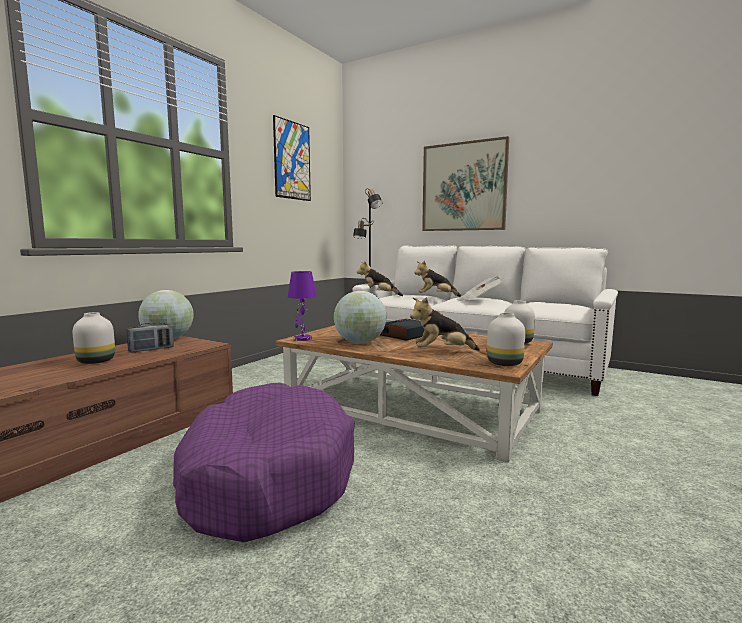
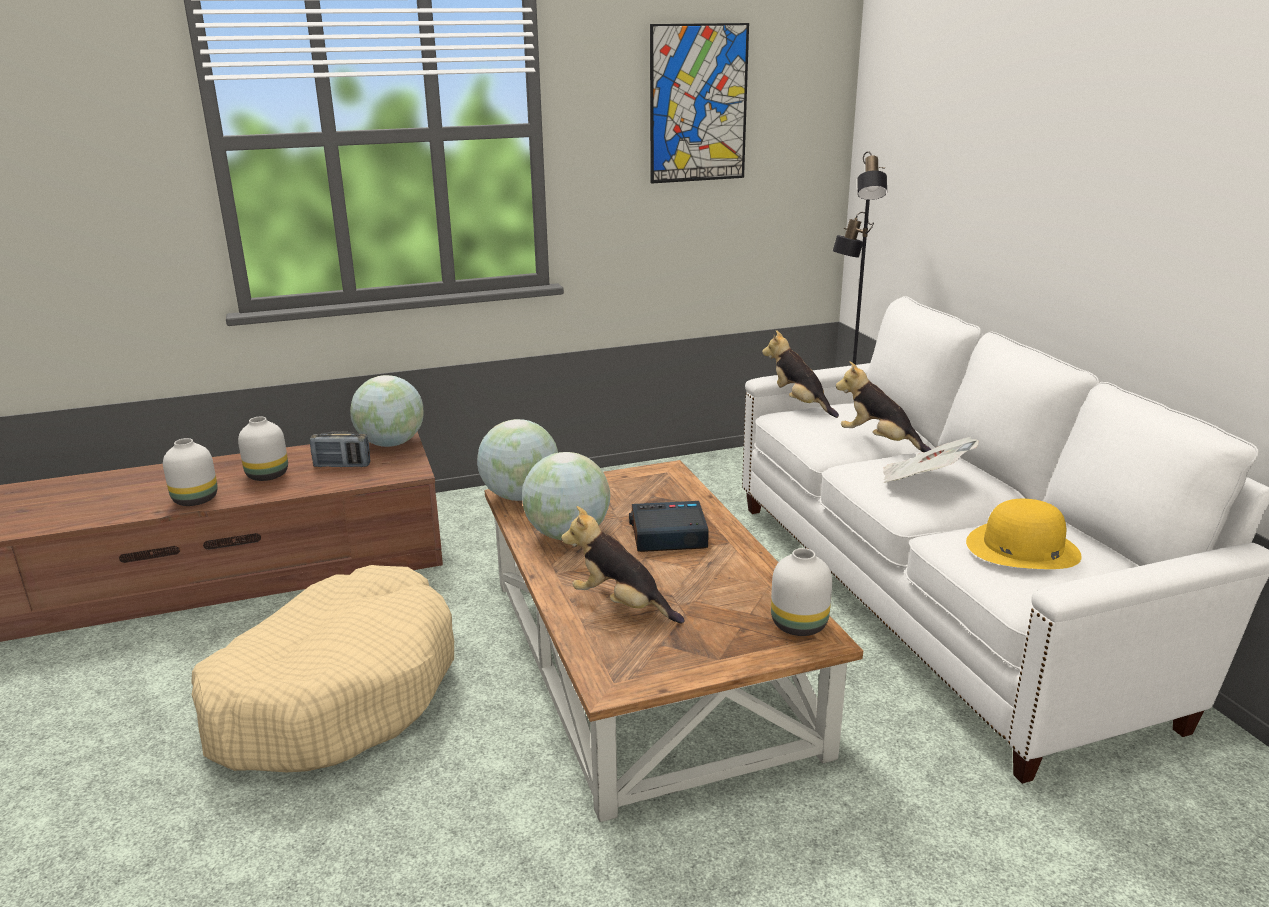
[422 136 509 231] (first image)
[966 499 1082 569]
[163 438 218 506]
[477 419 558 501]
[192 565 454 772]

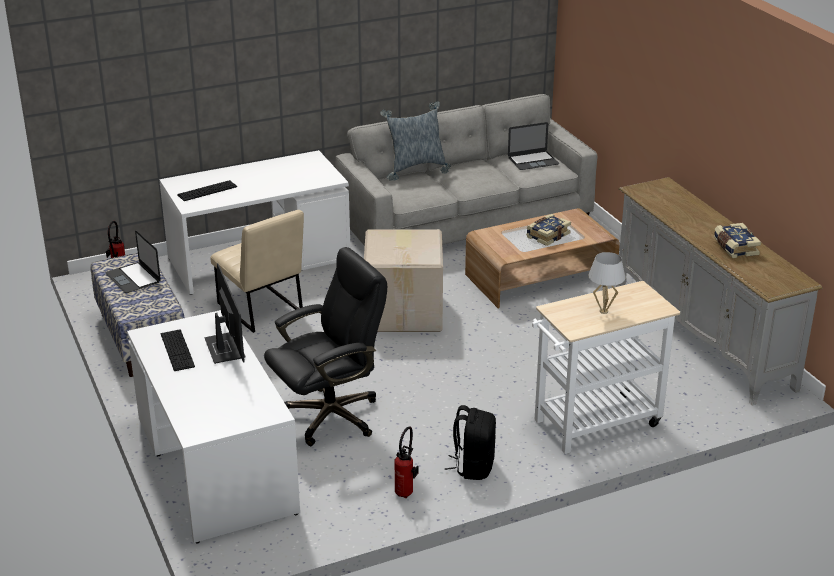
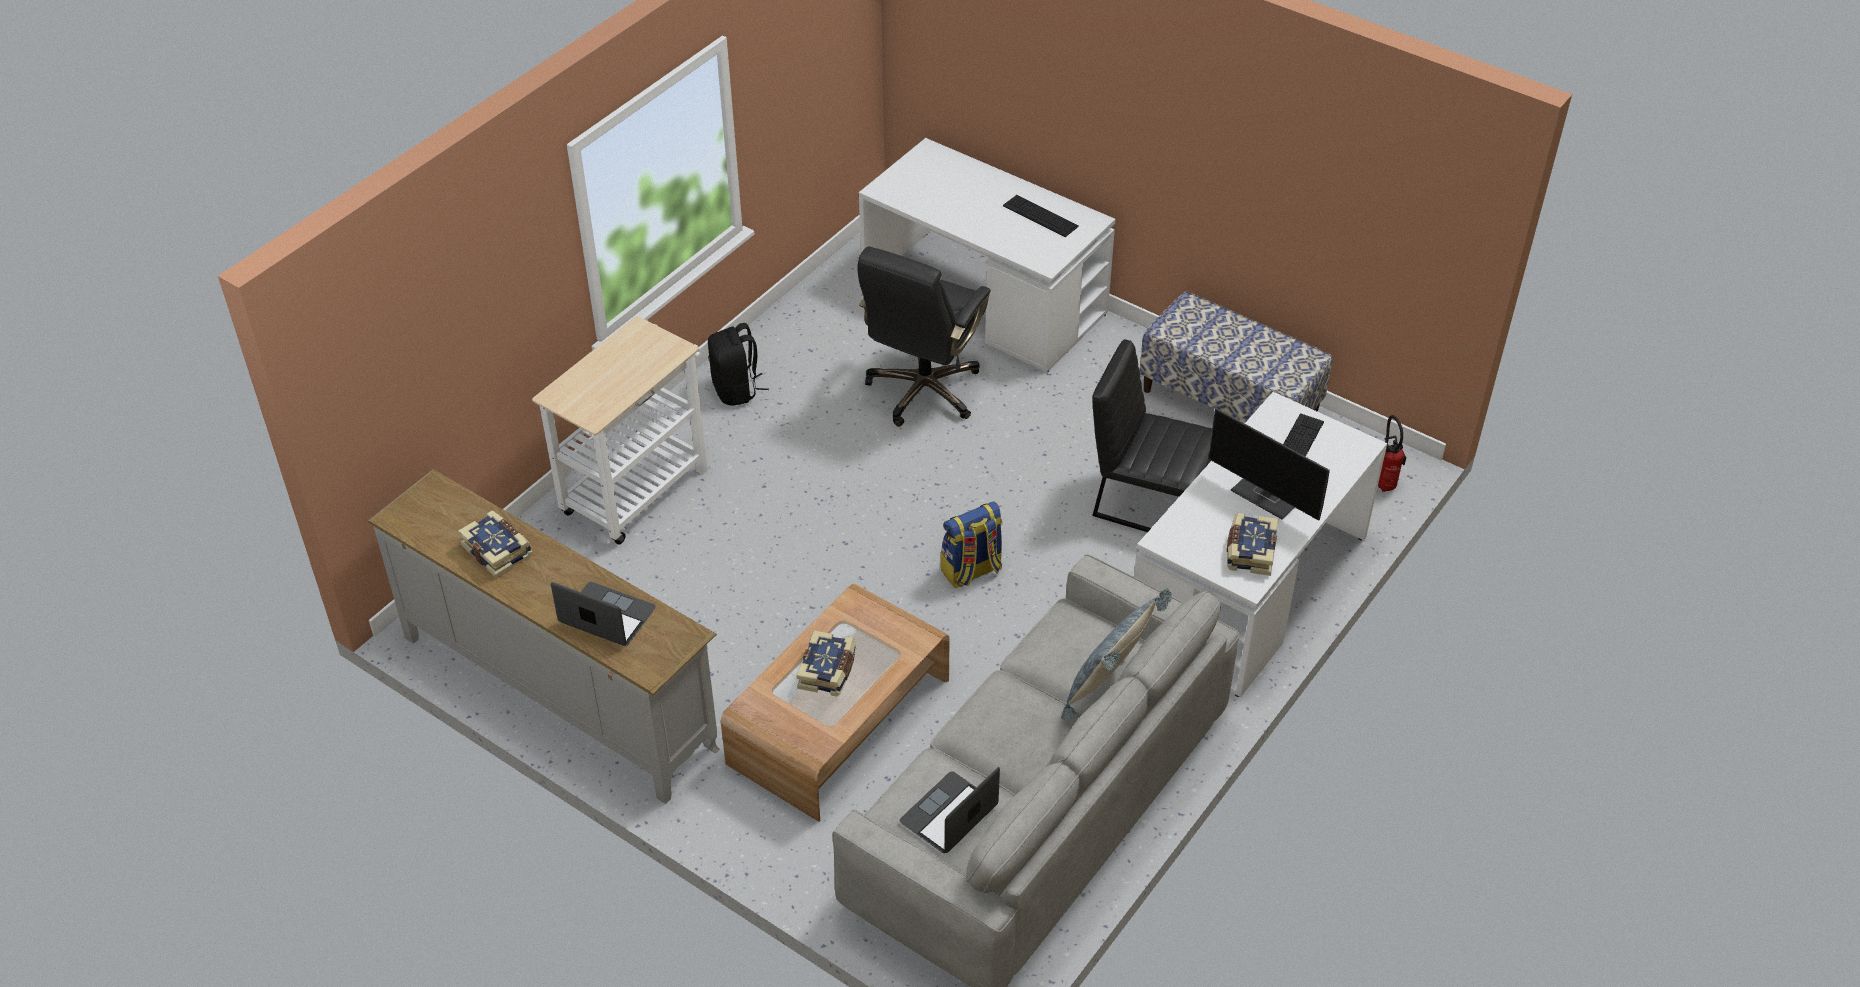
[394 426 419 498] (first image)
[588 252 625 314] (first image)
[1227 513 1278 576]
[551 582 656 646]
[1208 408 1330 521]
[941 502 1003 588]
[1092 339 1212 532]

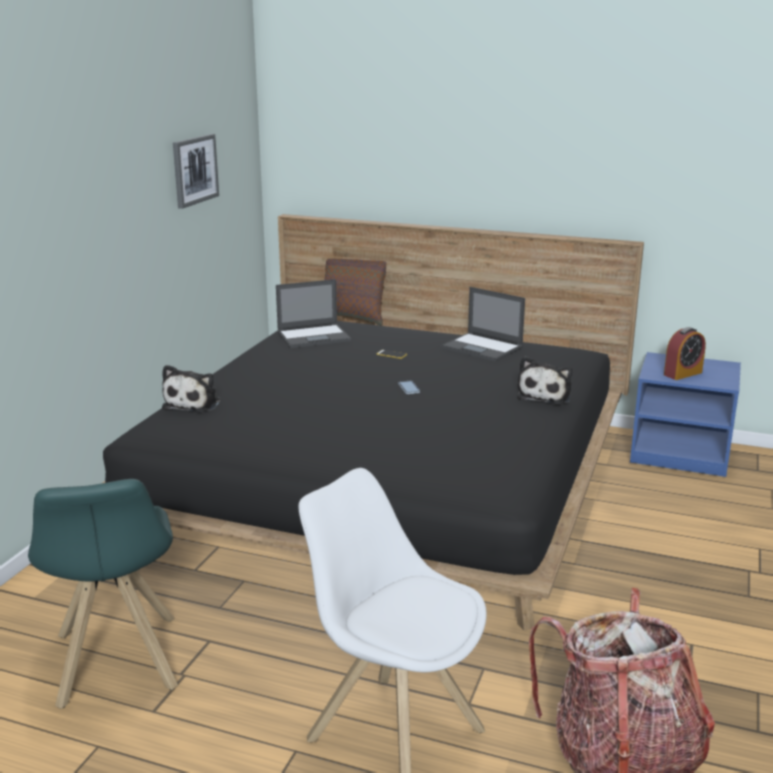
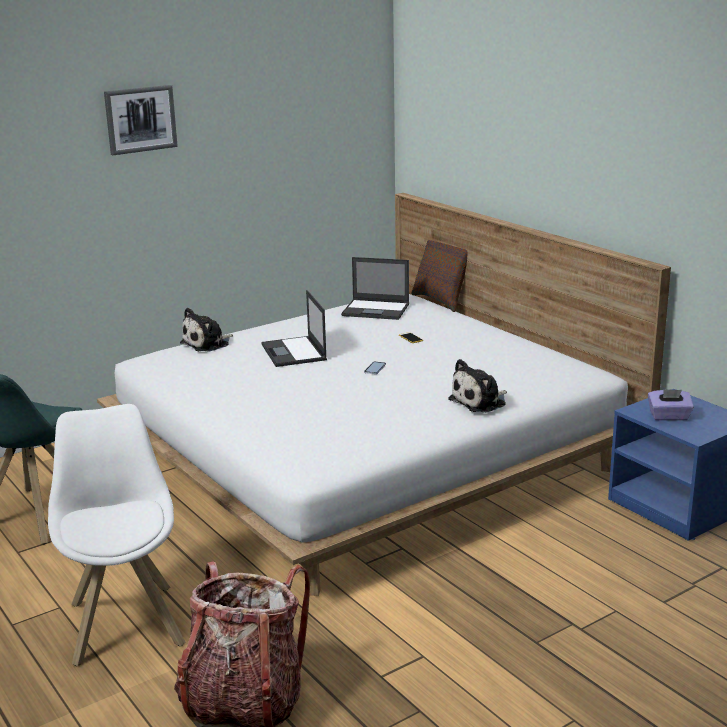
[104 85 178 155]
[261 290 327 367]
[648 389 694 421]
[97 193 671 596]

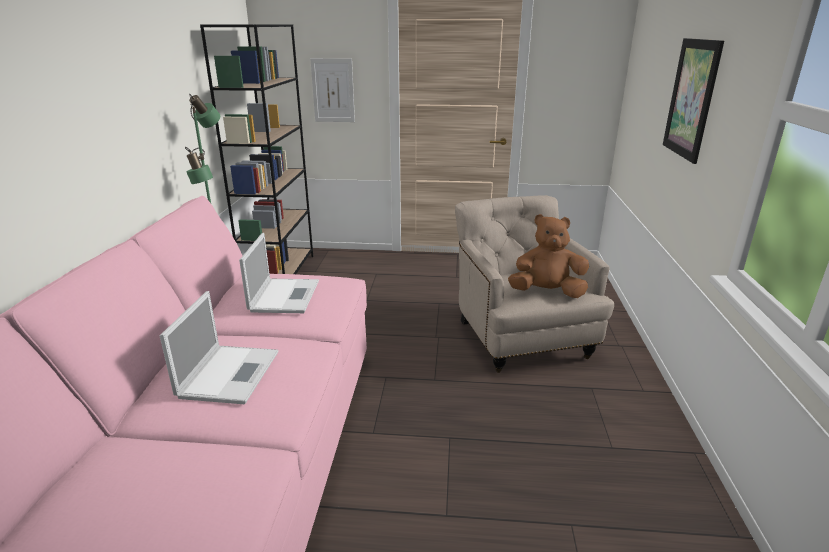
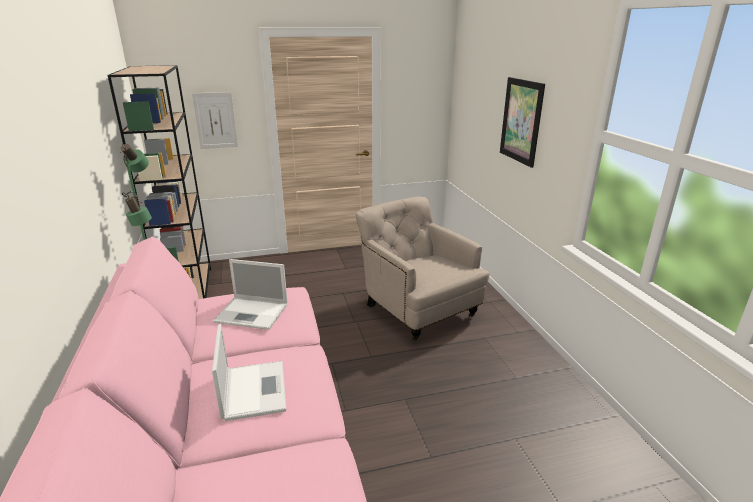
[508 214 589 298] (first image)
[213 259 287 330]

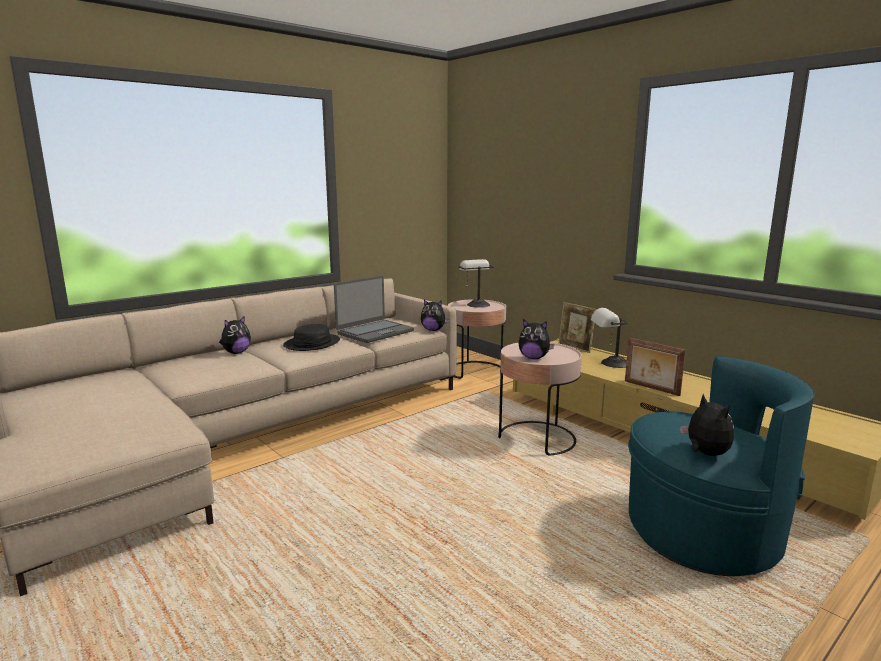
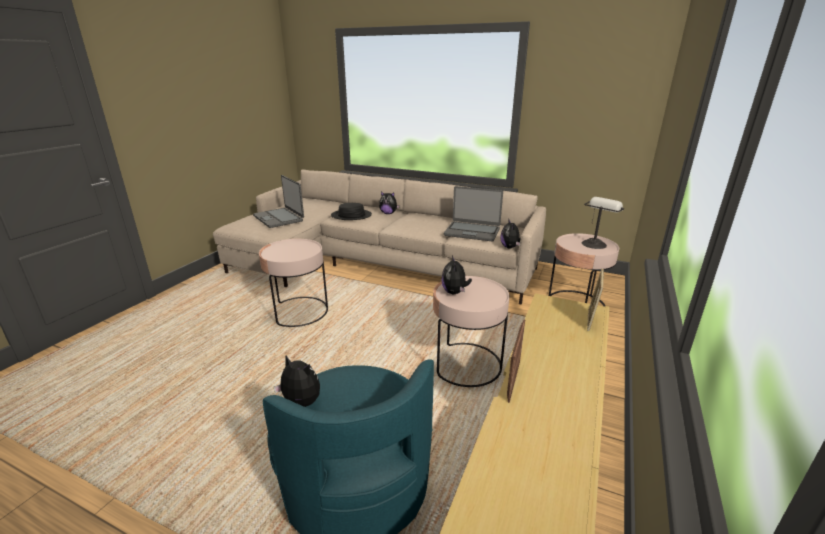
[591 308 628 368] (first image)
[253 175 304 228]
[259 239 328 327]
[331 203 372 220]
[274 356 320 407]

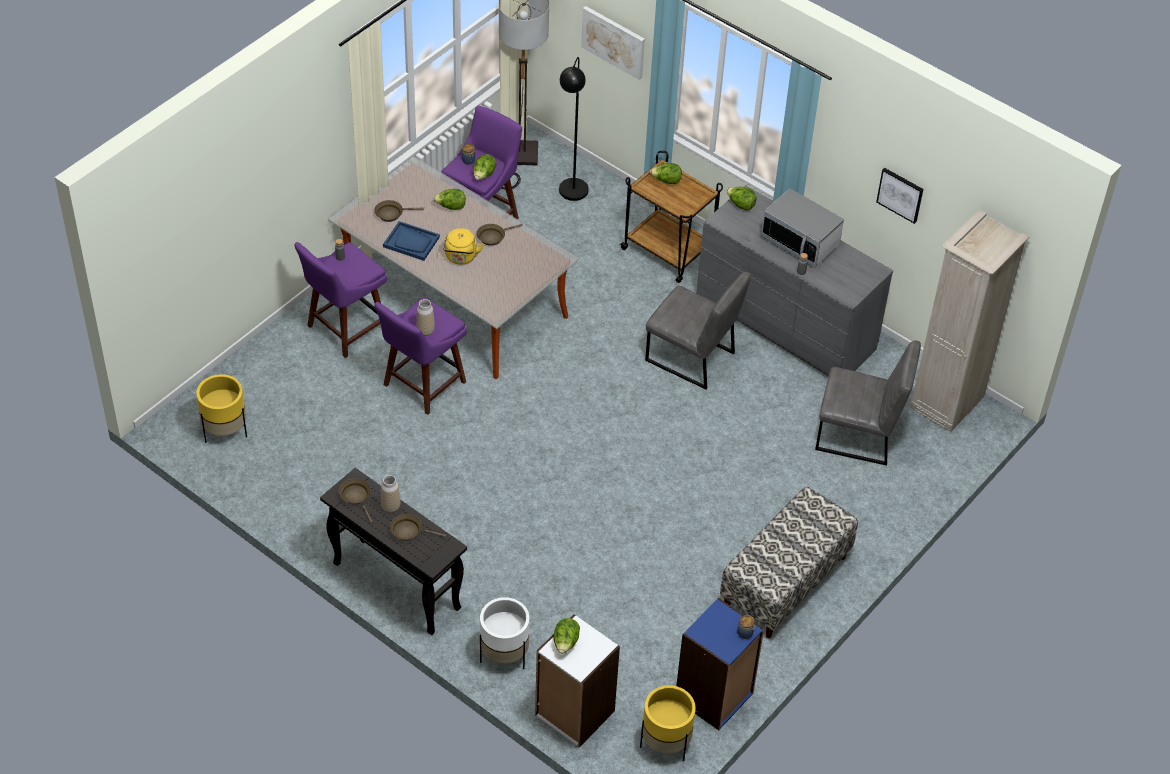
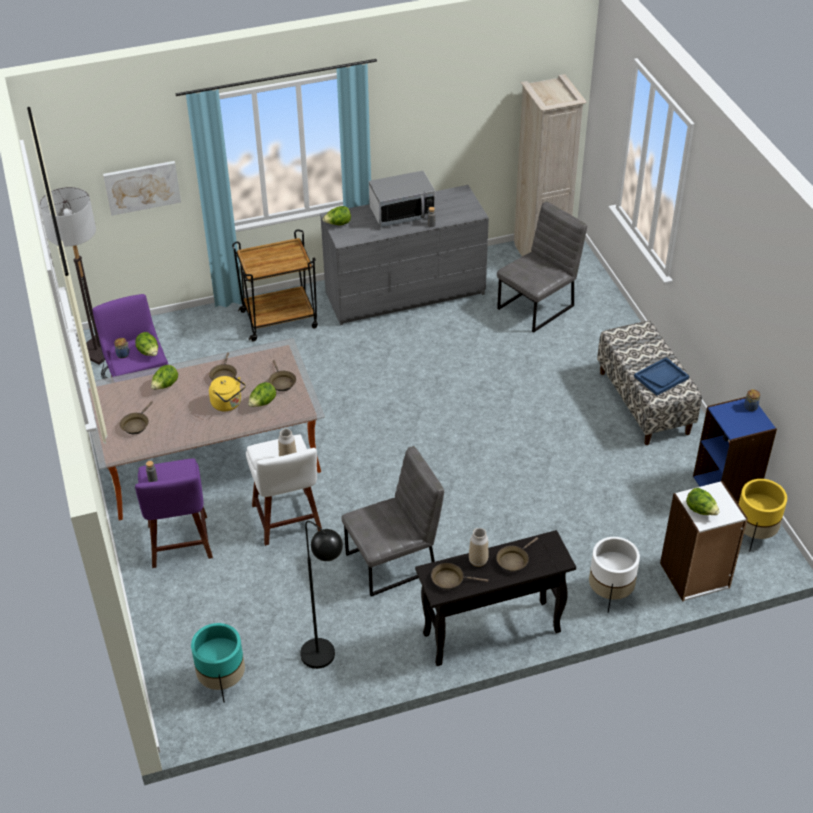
[876 168 923 224] (first image)
[269 360 296 391]
[634 357 689 396]
[300 521 343 669]
[341 446 444 596]
[248 382 276 407]
[191 623 245 703]
[246 435 322 546]

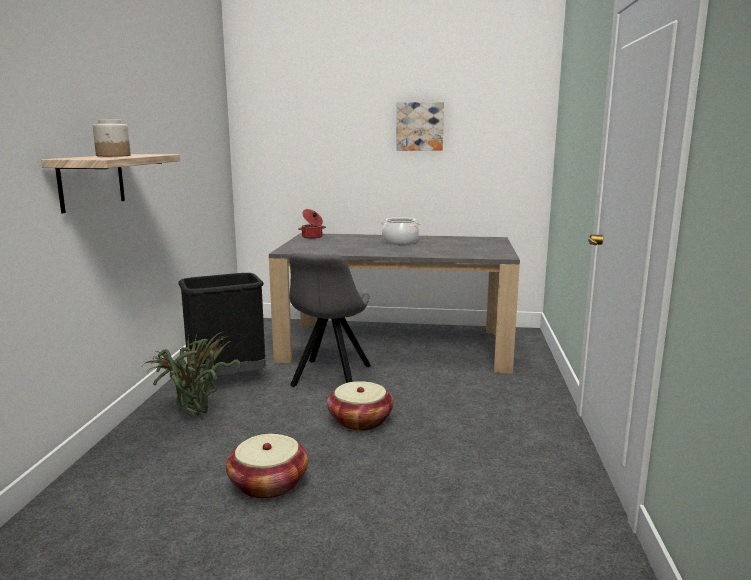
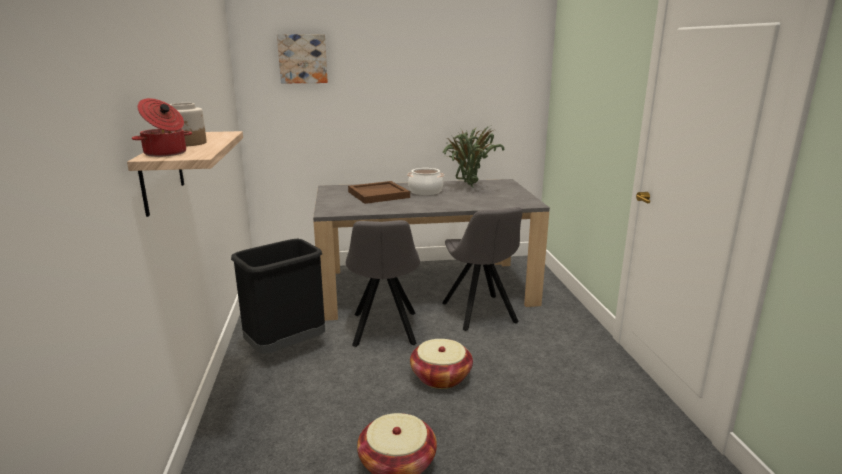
[348 181 410 204]
[442 207 523 331]
[443 125 504 188]
[132 98 192 157]
[277 34 328 83]

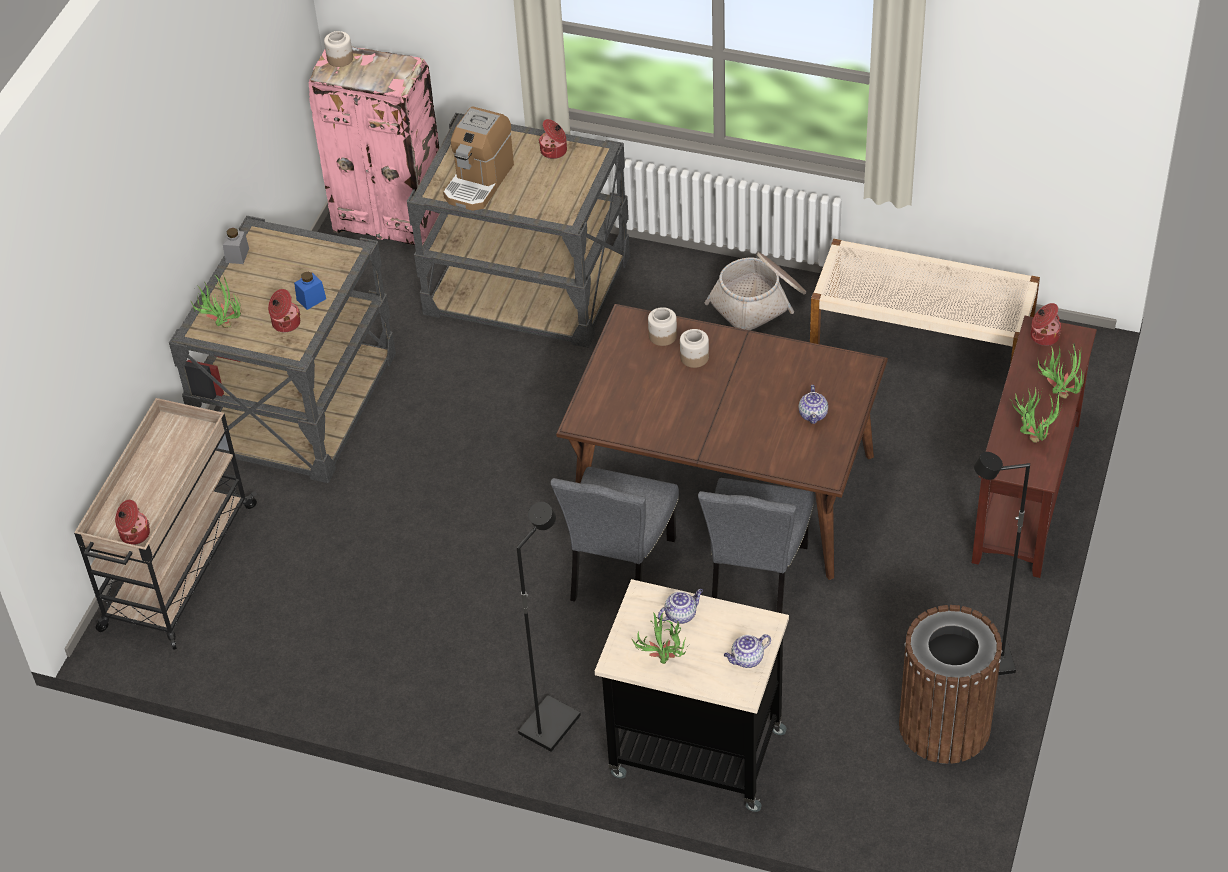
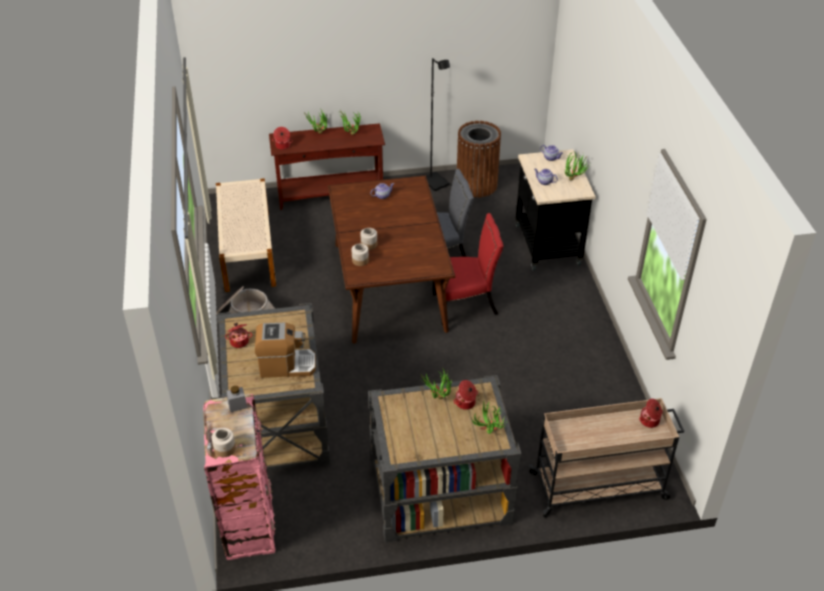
[516 502 581 752] (first image)
[226 386 248 412]
[420 369 452 399]
[433 213 504 326]

